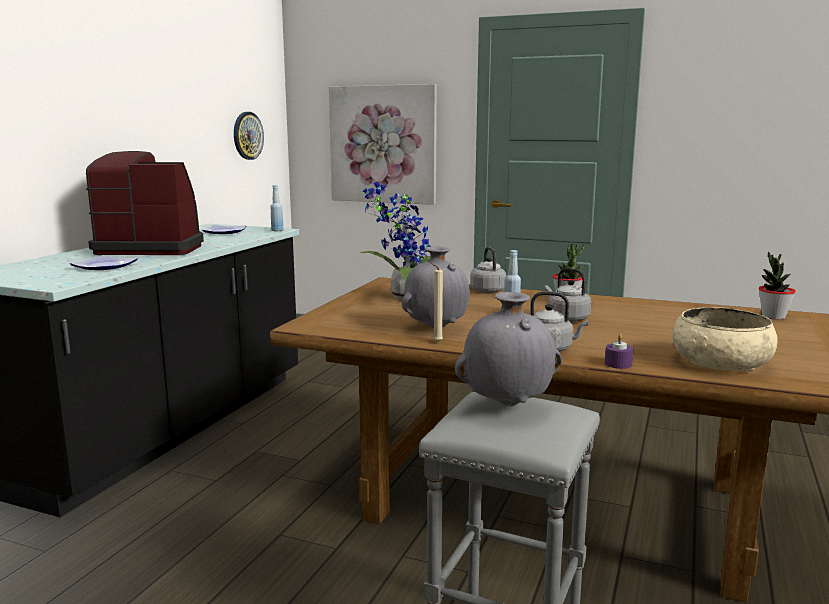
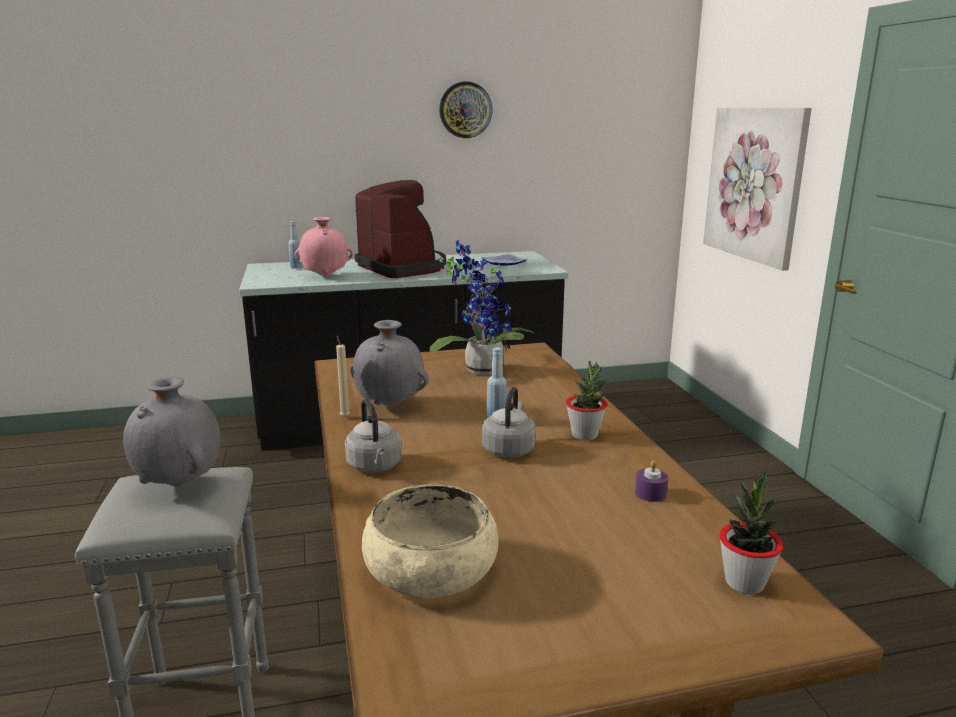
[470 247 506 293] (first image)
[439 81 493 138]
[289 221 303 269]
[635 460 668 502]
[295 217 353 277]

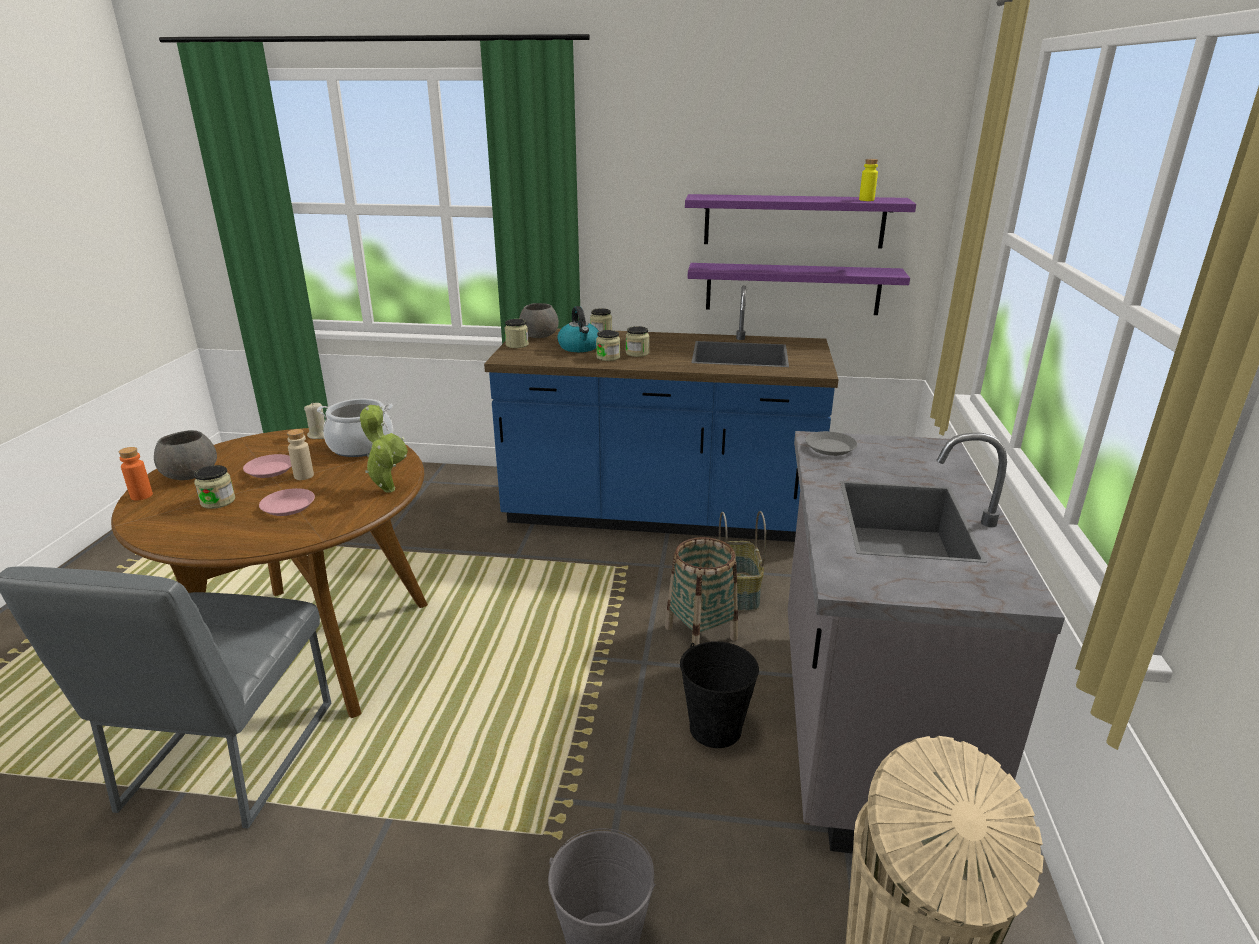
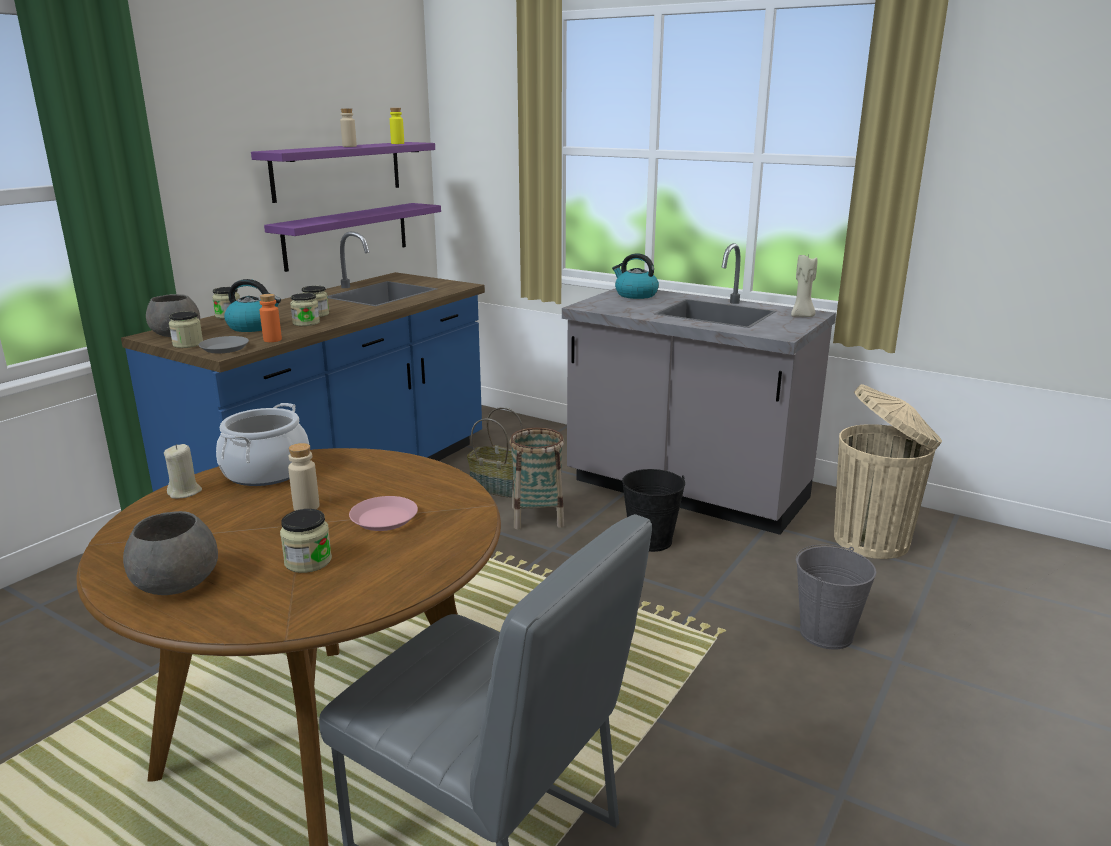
[243 454 292 478] (first image)
[359 405 408 493] (first image)
[340 108 357 147]
[612 253 659 299]
[791 253 818 317]
[260 294 282 342]
[199 336 249 353]

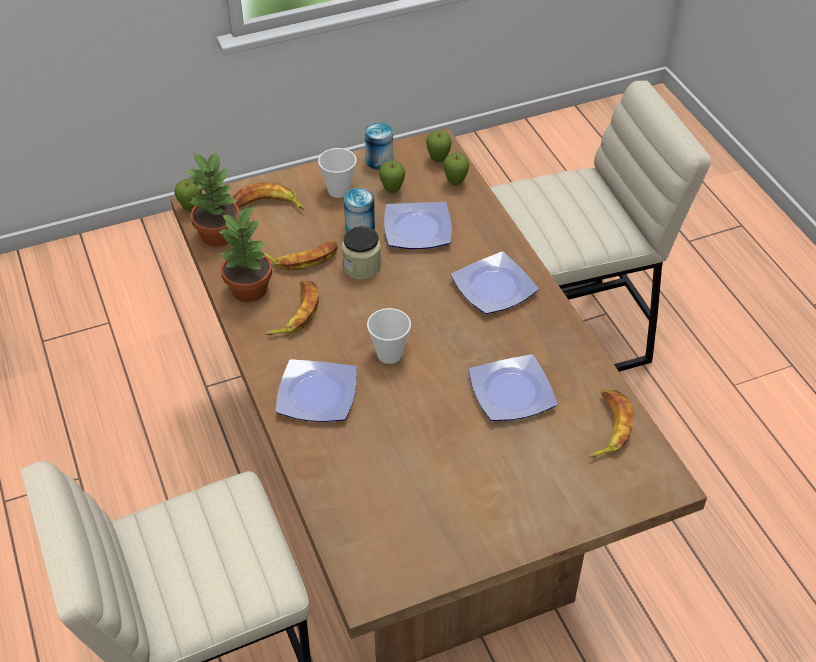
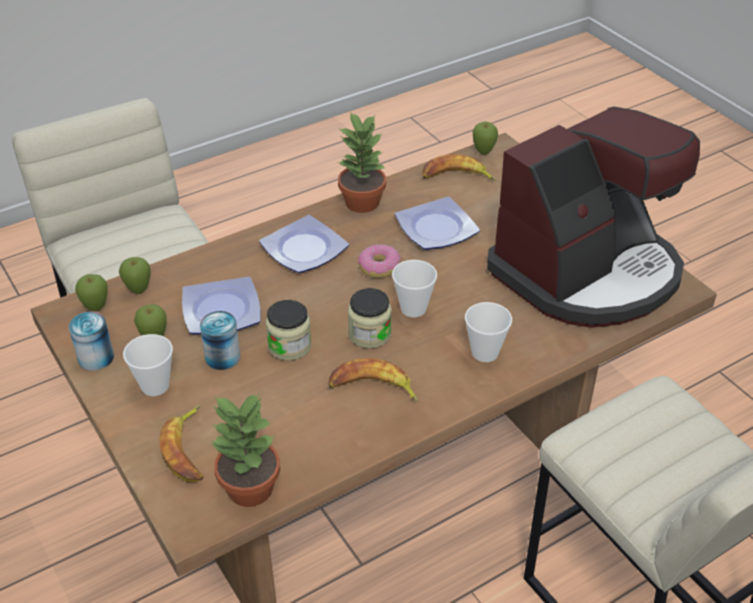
[263 240 338 270] (first image)
[348 288 392 349]
[358 244 401 278]
[487 107 700 328]
[473 122 498 155]
[338 111 386 213]
[465 302 512 362]

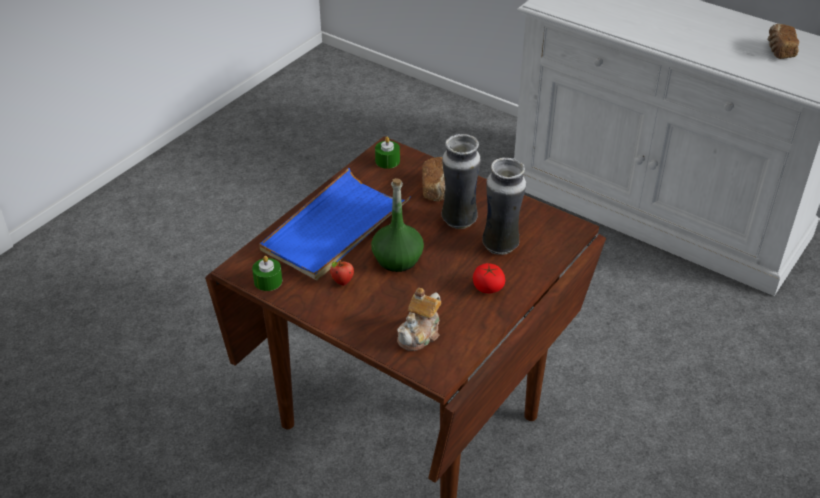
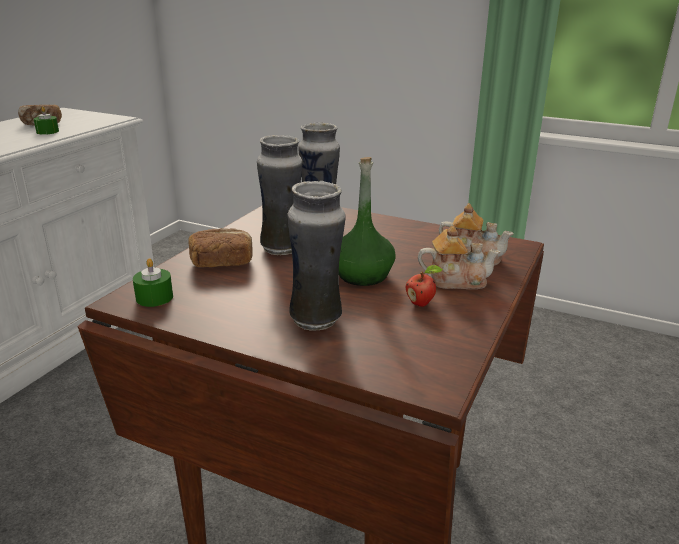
[473 263 505 293] (first image)
[418 226 501 289]
[34 107 59 135]
[287 181 345 331]

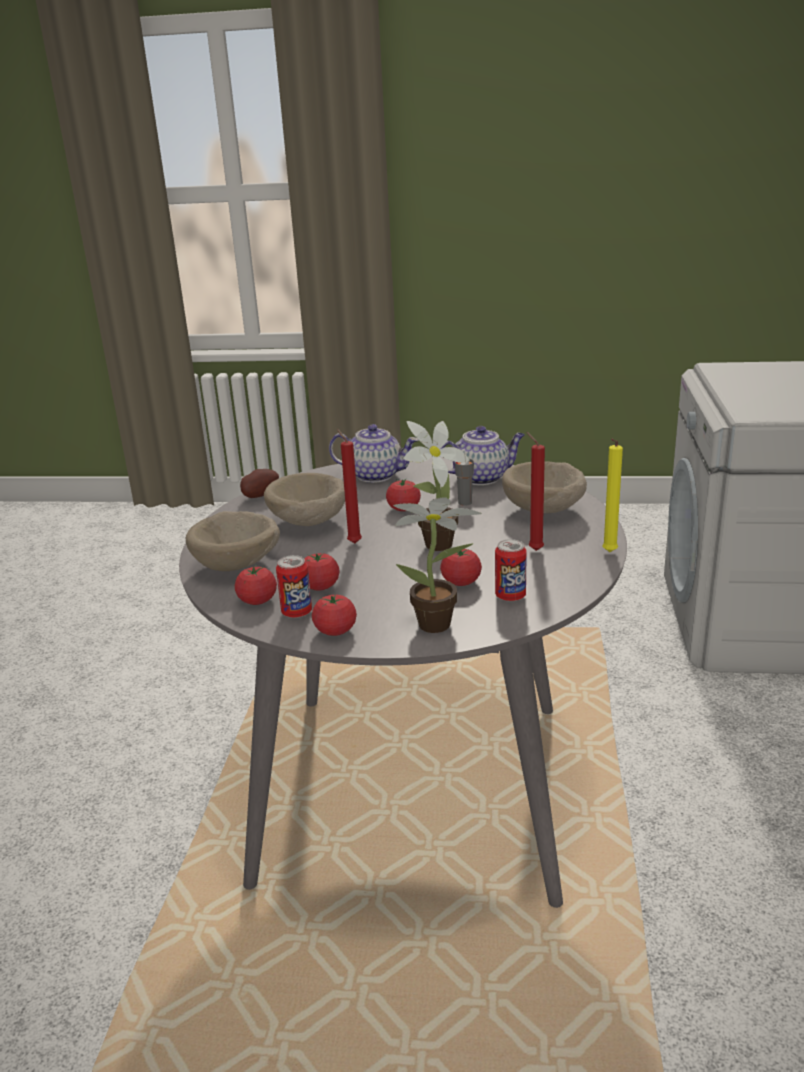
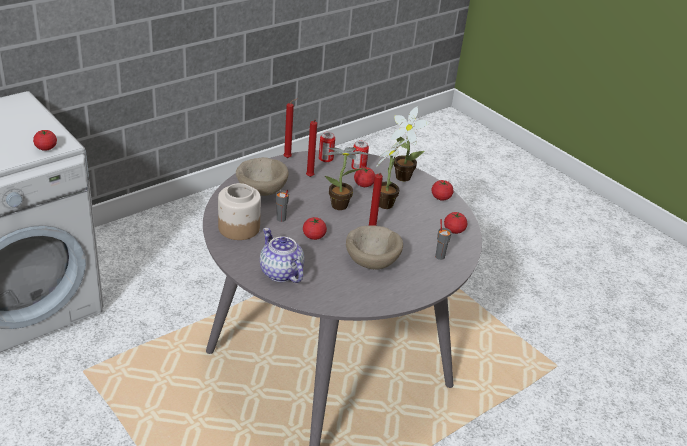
[240 469 279 498] (first image)
[376 138 411 209]
[319 132 335 162]
[33 130 57 151]
[435 219 452 260]
[218 183 261 240]
[284 98 298 158]

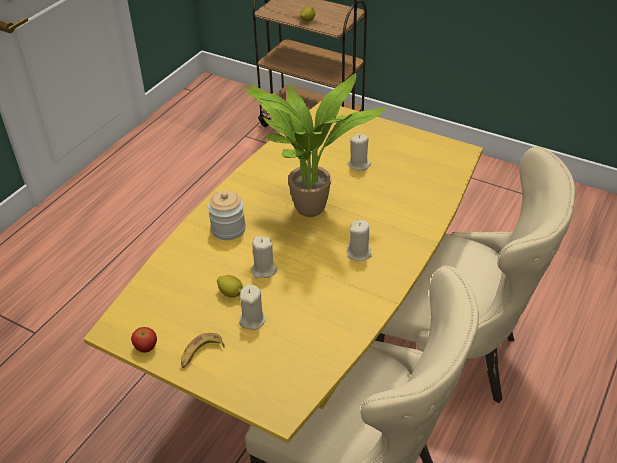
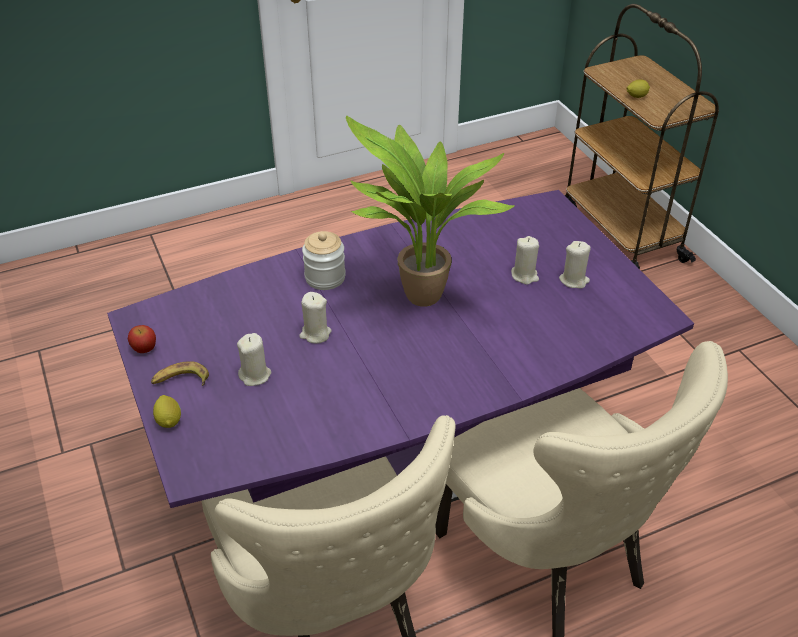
[153 395 181 428]
[559 241 591 289]
[107 190 694 508]

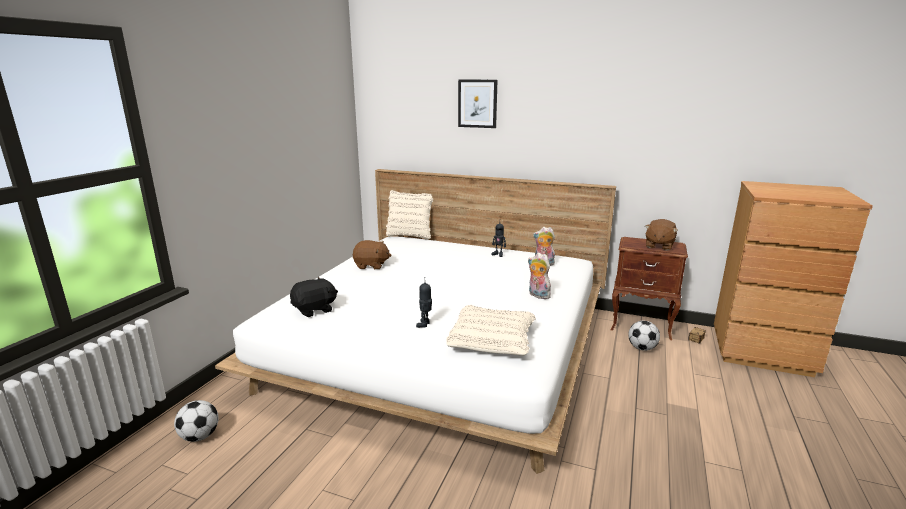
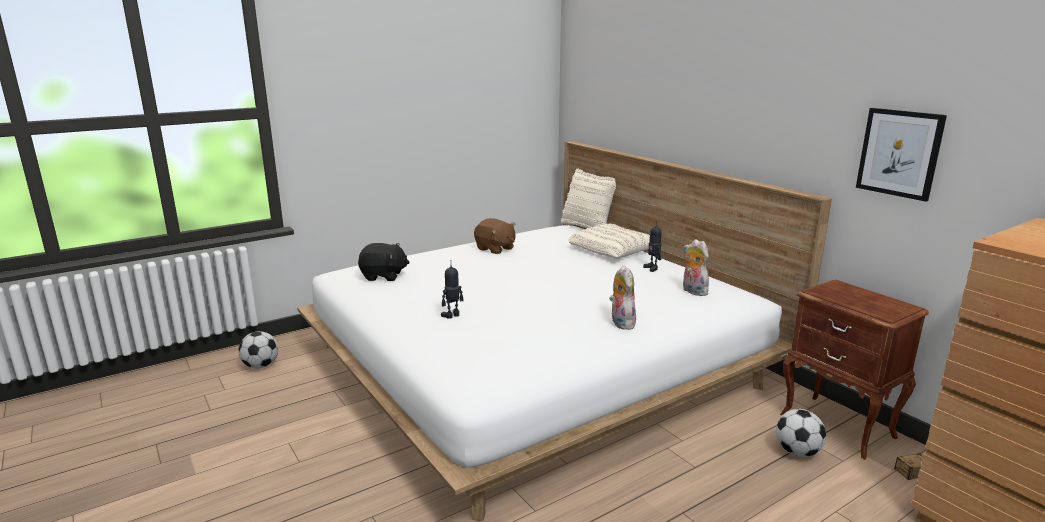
[645 219 678 251] (first image)
[569 223 650 259]
[856 108 947 202]

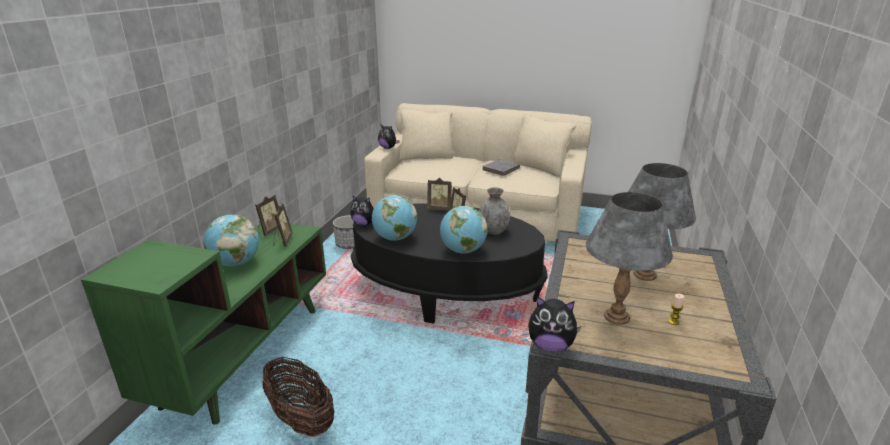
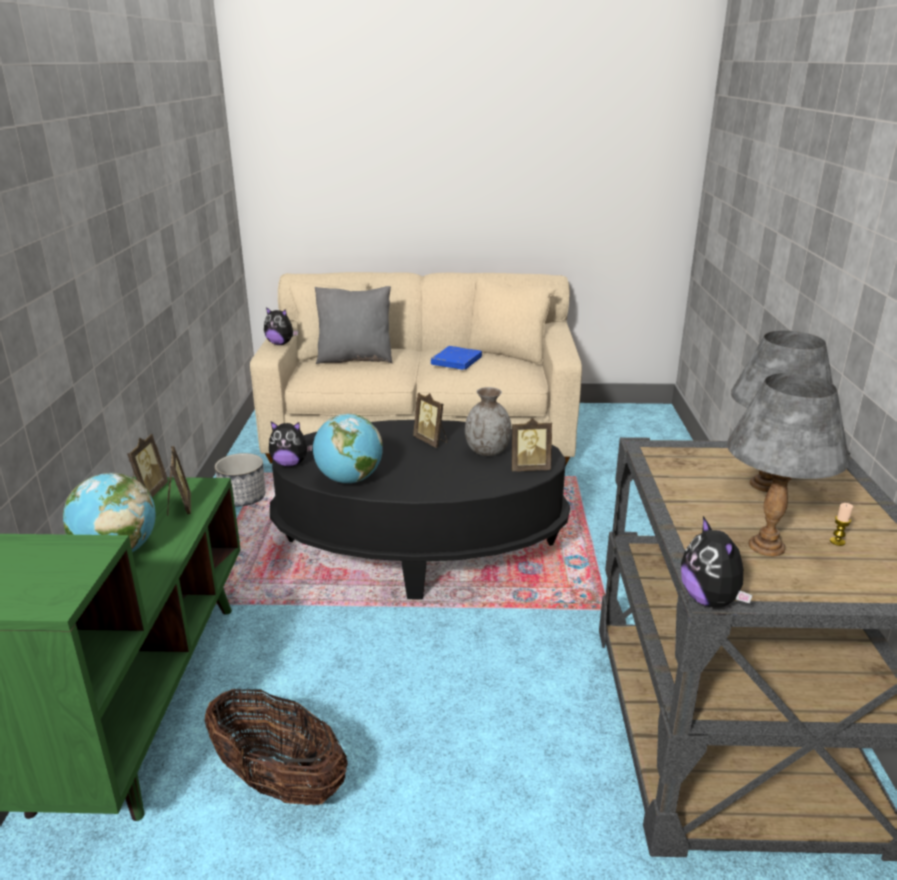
[440 206 488 253] (first image)
[315 286 392 364]
[512 418 552 471]
[431 346 482 370]
[681 516 753 608]

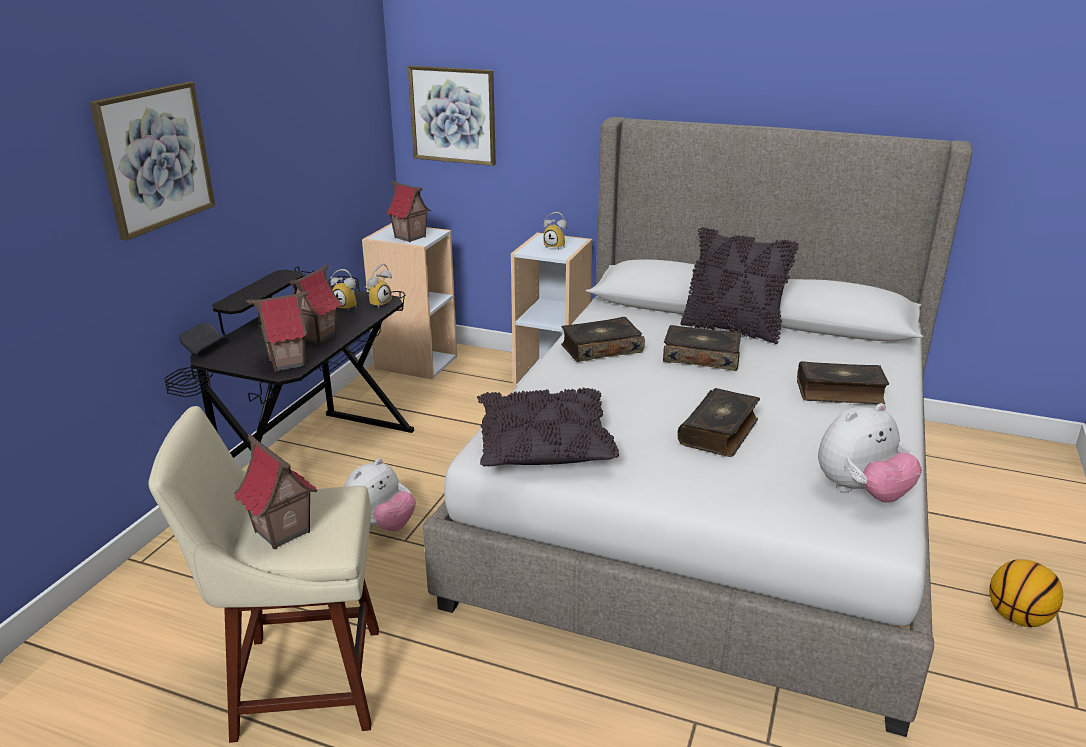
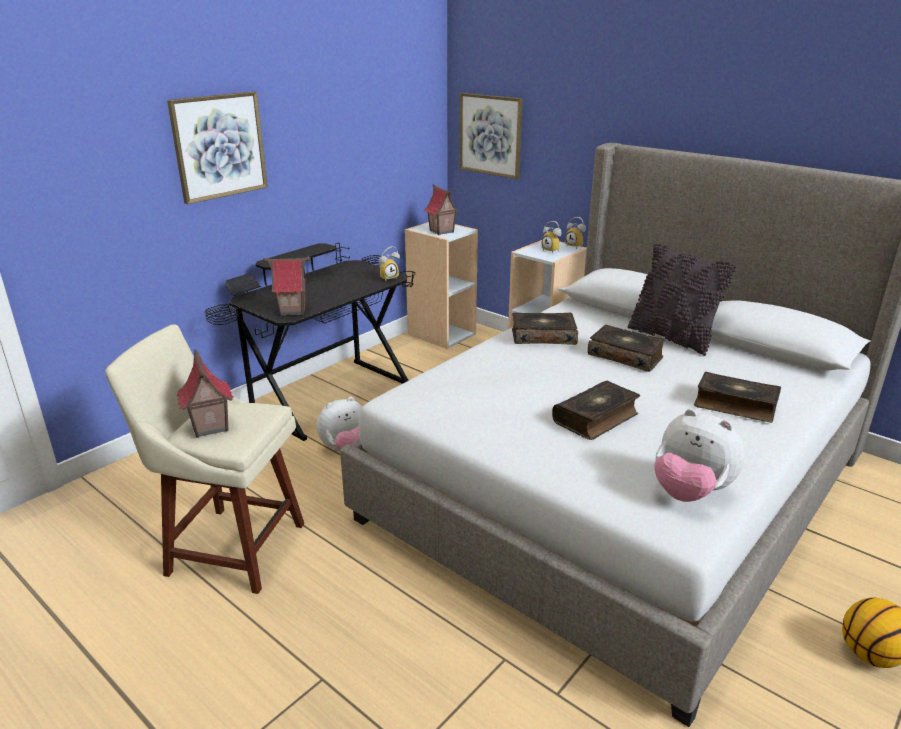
[289 264 342 345] (first image)
[477 387 619 466] (first image)
[565 217 586 249]
[654 409 745 502]

